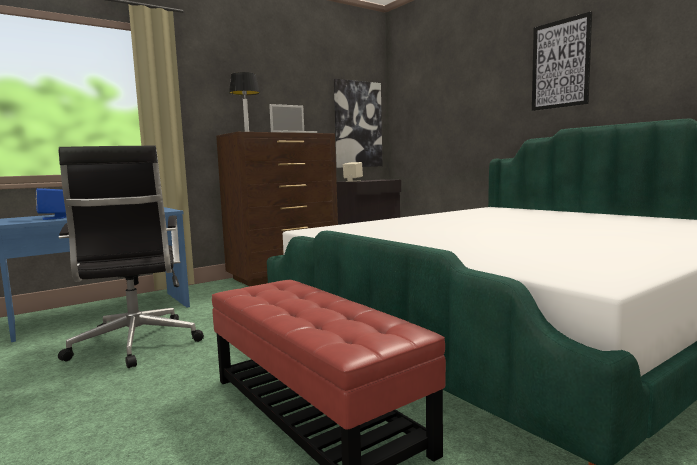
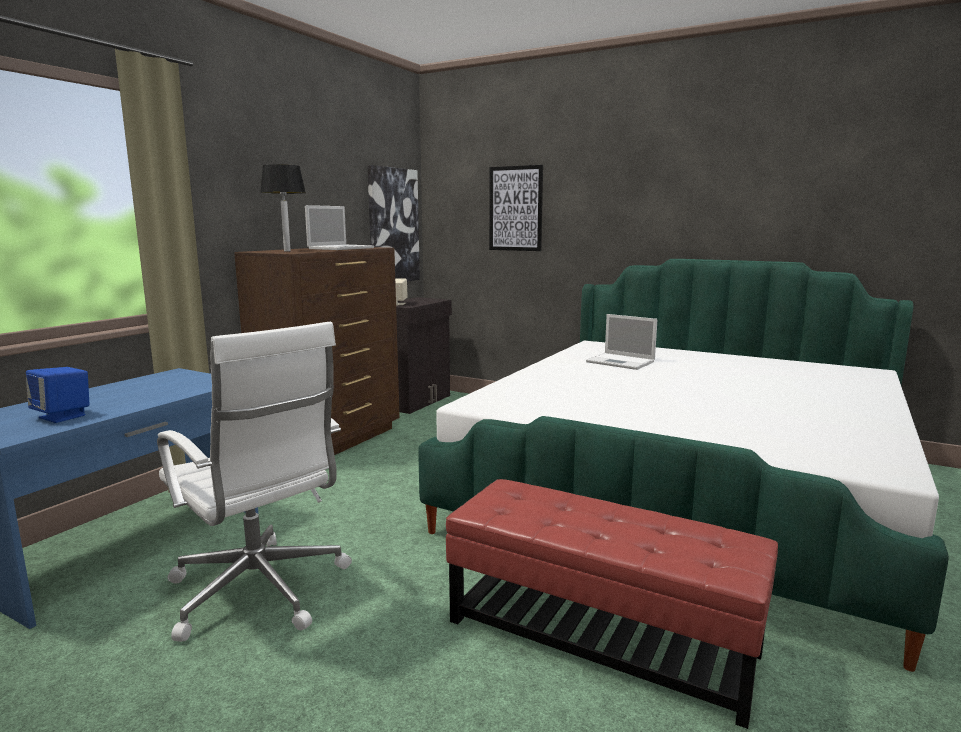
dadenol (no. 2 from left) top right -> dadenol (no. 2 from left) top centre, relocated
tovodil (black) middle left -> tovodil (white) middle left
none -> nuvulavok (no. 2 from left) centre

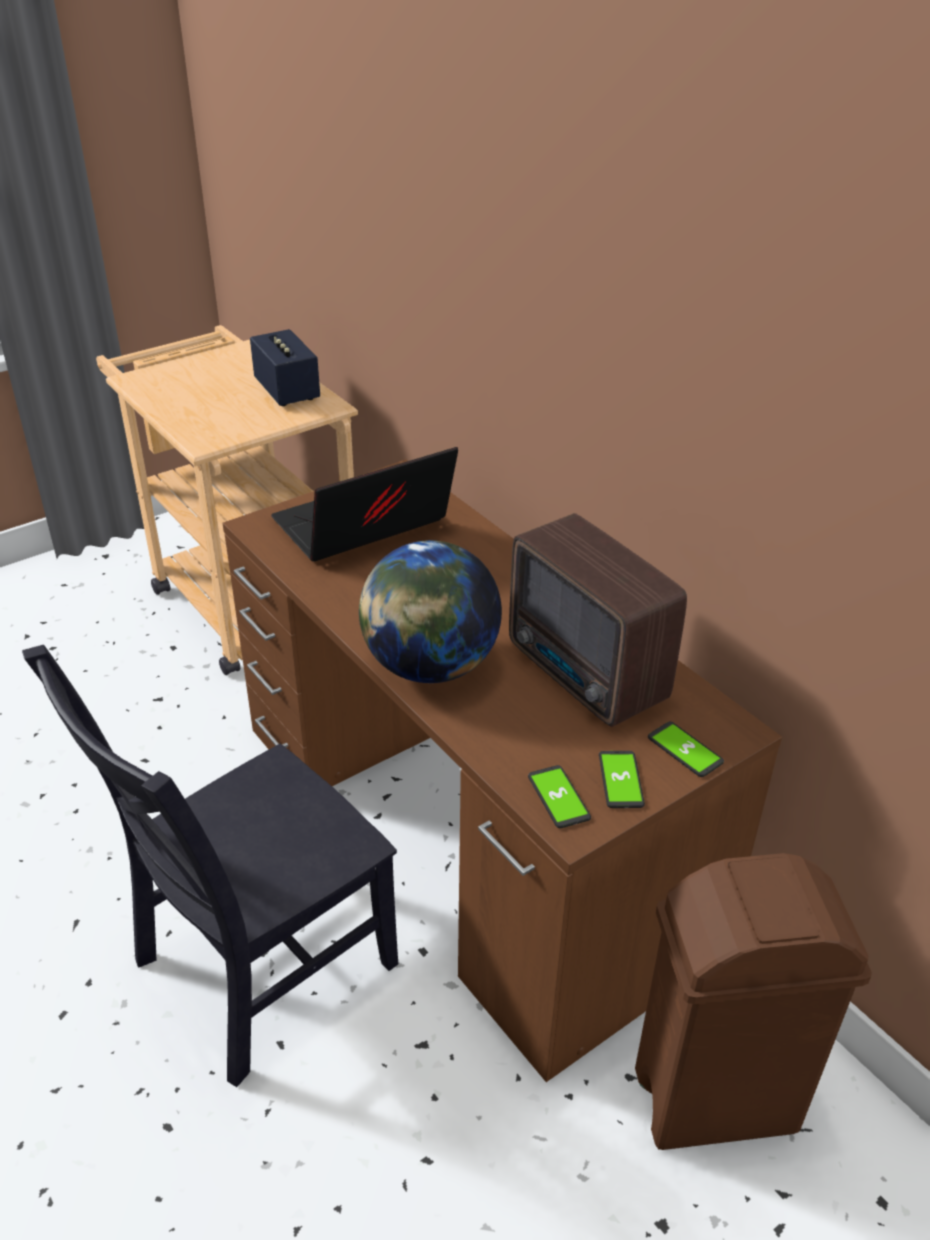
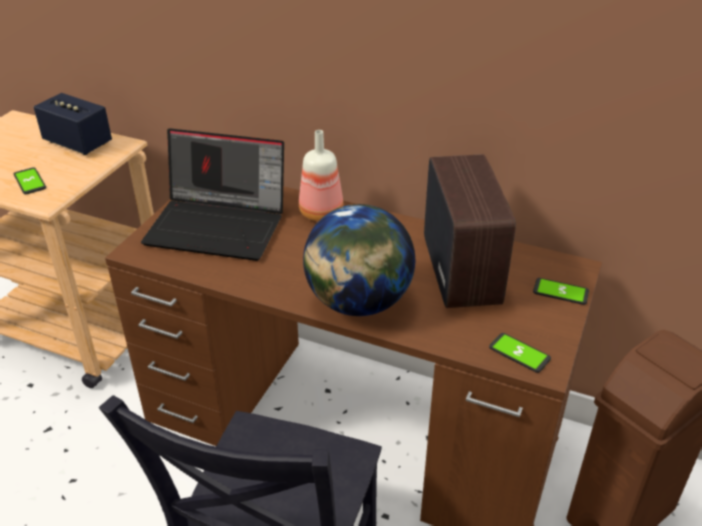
nuvulavok centre -> nuvulavok middle left, 105 degrees counterclockwise
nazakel centre -> nazakel middle right, 120 degrees counterclockwise
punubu (no. 2 from left in the first image) middle right -> punubu (no. 1 from left) middle left, relocated
none -> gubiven top centre

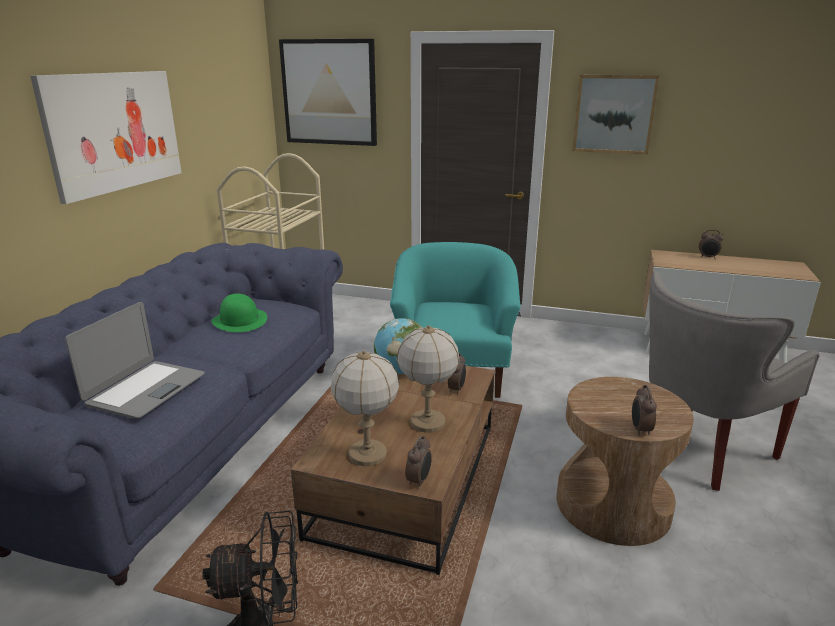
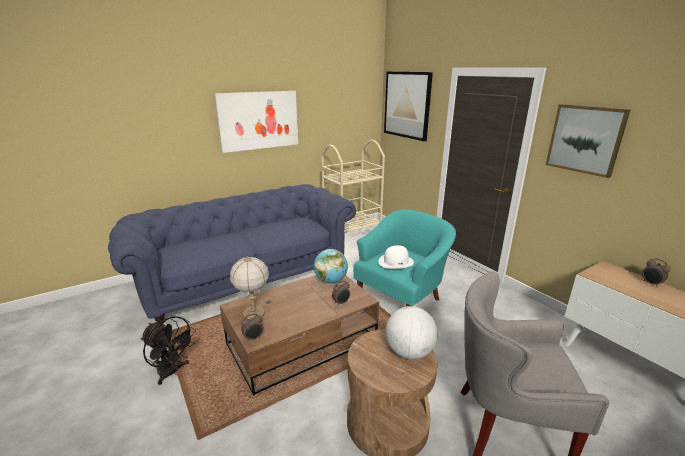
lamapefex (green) middle left -> none
nuvulavok middle left -> none
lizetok (no. 2 from left) centre -> none
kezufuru (no. 3 from left) middle right -> none
none -> lamapefex (white) centre
none -> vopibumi (no. 2 from left) bottom centre

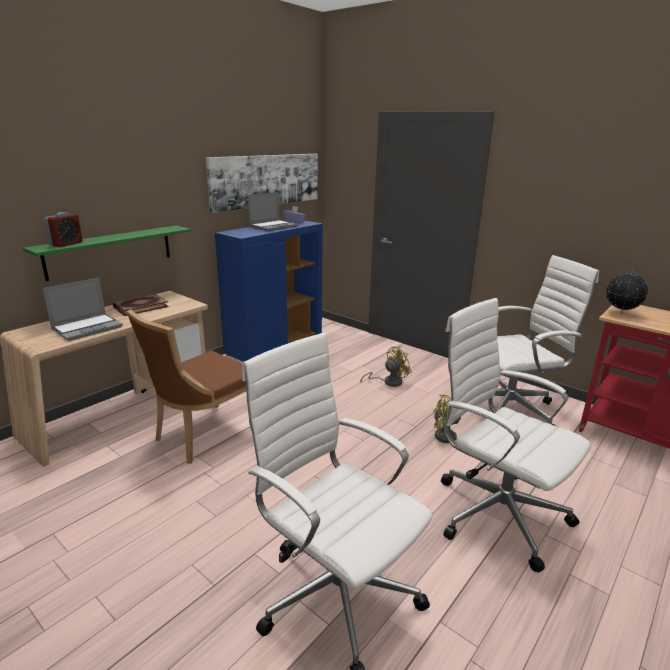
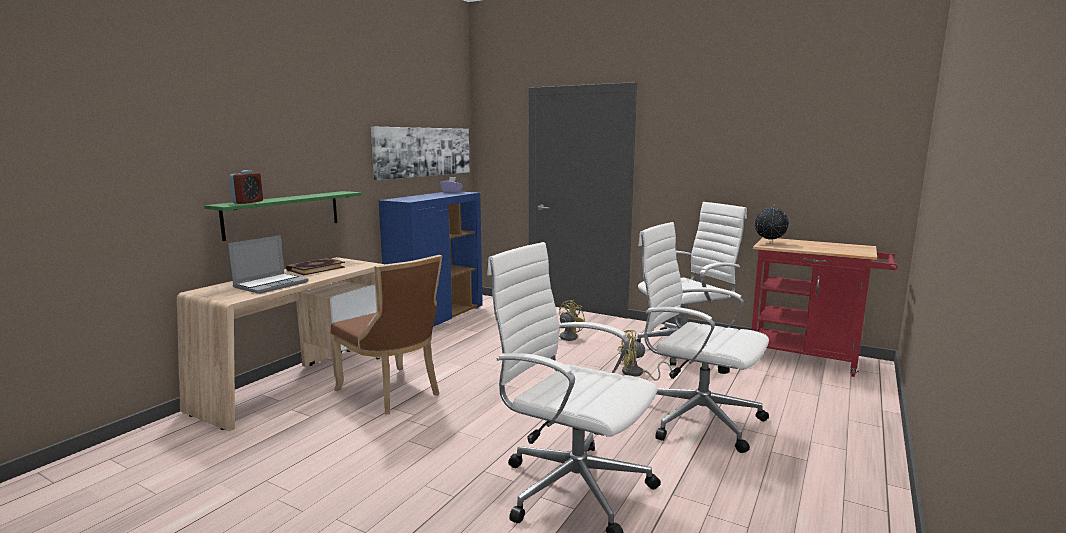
nuvulavok (no. 2 from left) top centre -> none
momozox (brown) middle left -> momozox (brown) centre, 75 degrees counterclockwise

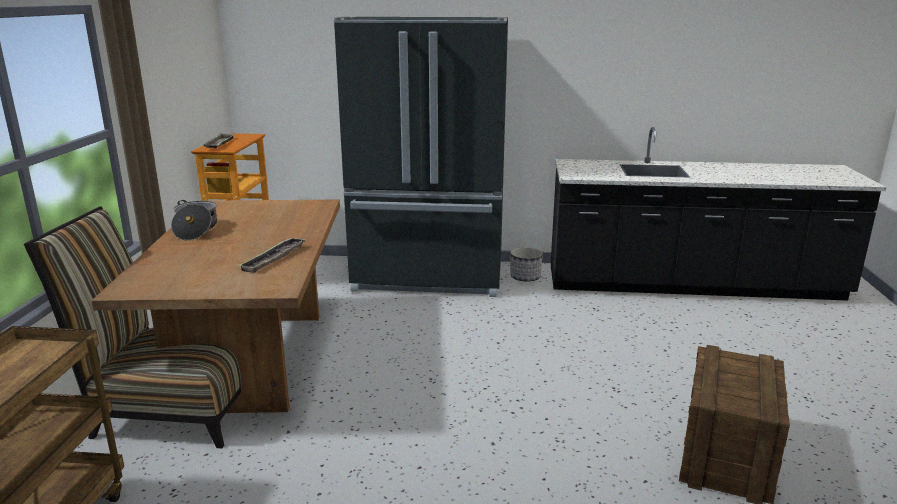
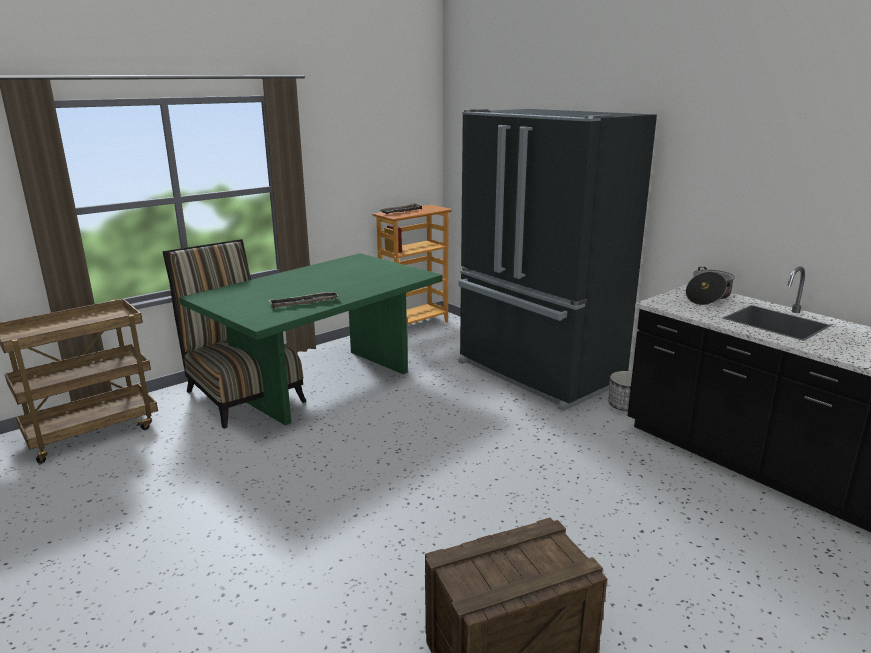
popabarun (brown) middle left -> popabarun (green) centre
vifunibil middle left -> vifunibil middle right, relocated

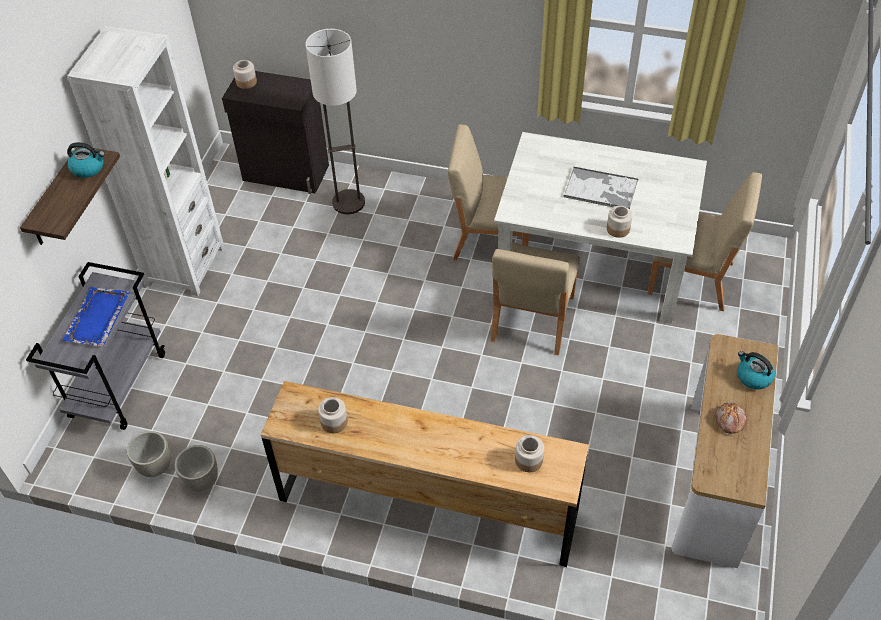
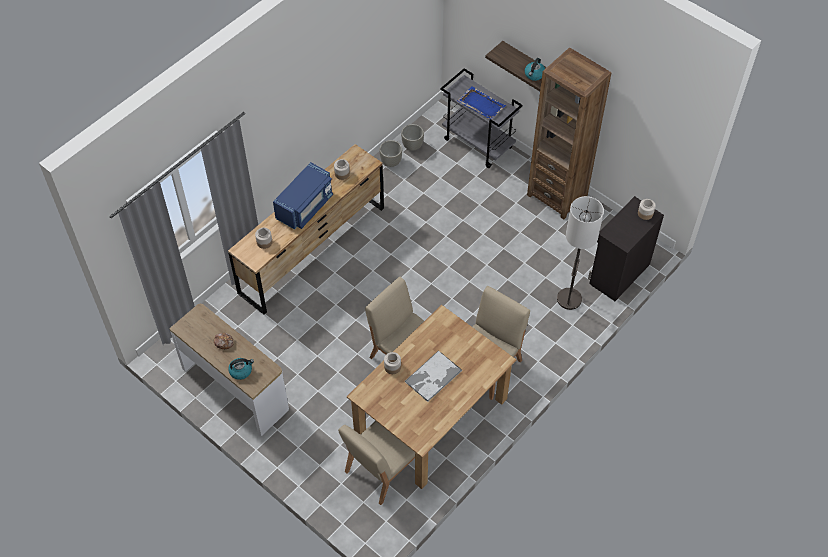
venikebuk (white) top left -> venikebuk (brown) top right
popabarun (white) middle right -> popabarun (brown) bottom centre
none -> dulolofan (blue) centre

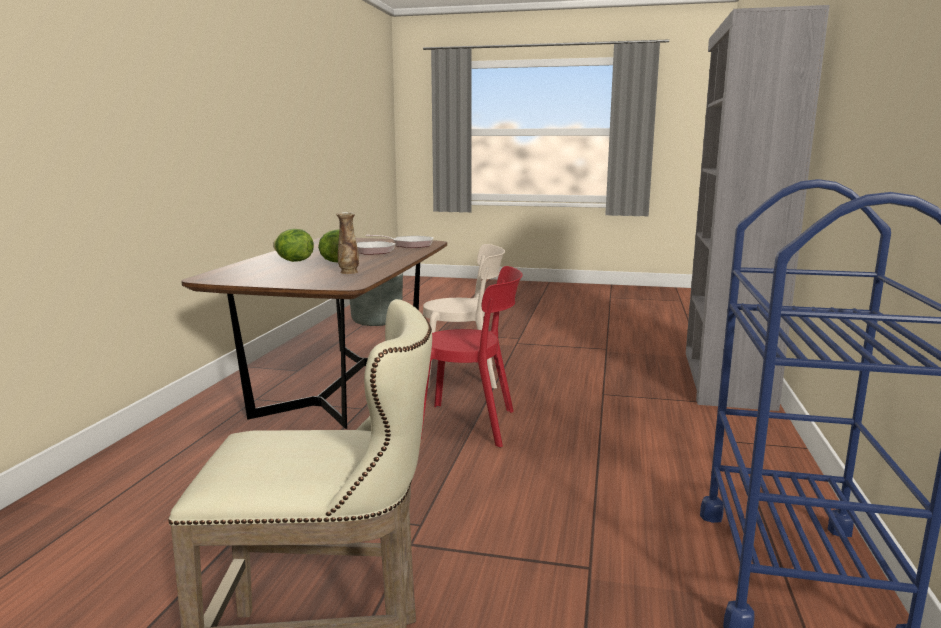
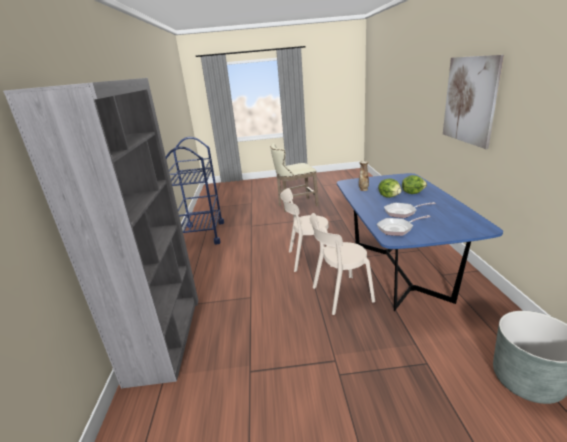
popabarun (brown) centre -> popabarun (blue) middle right
momozox (red) centre -> momozox (beige) (no. 1 from left) centre
none -> dadenol top right

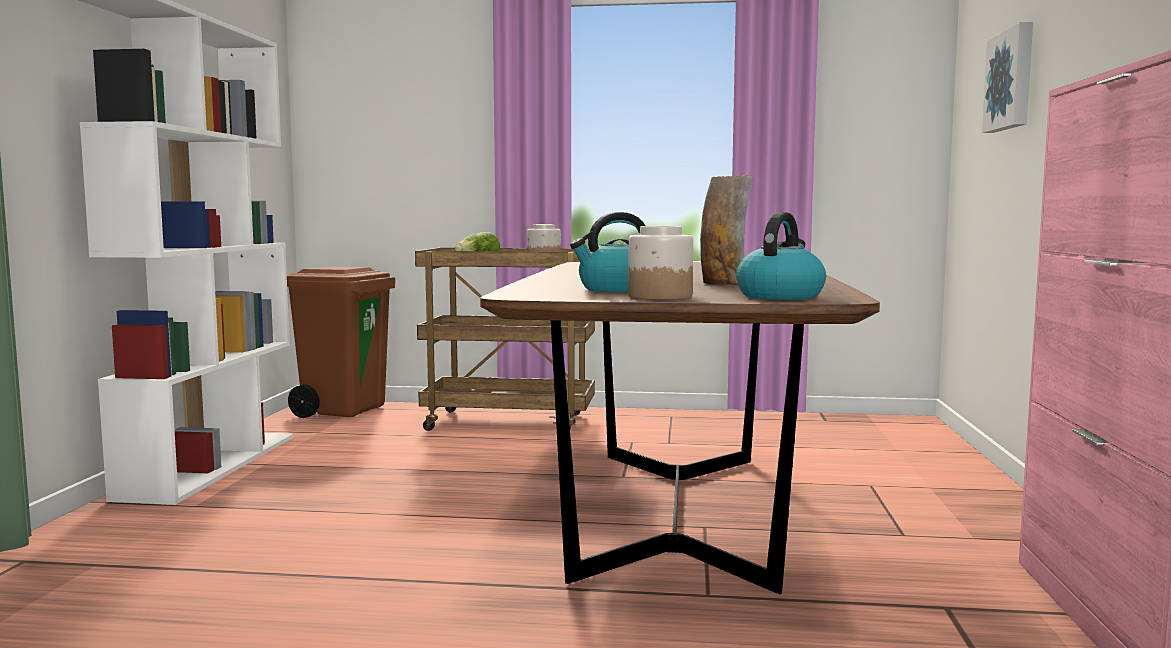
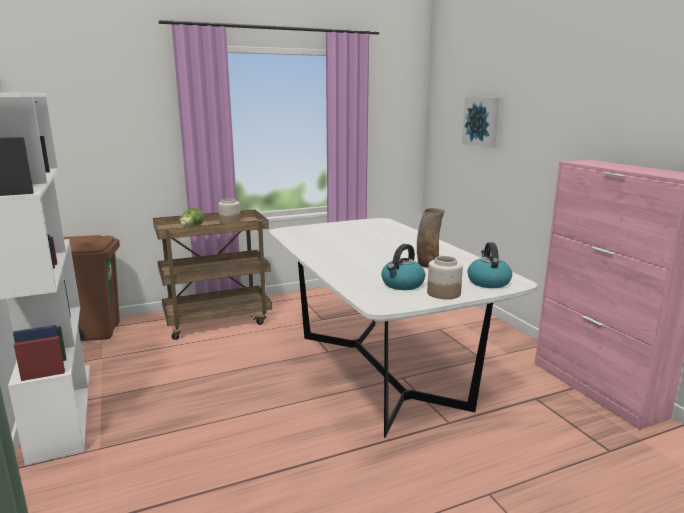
popabarun (brown) centre -> popabarun (white) centre

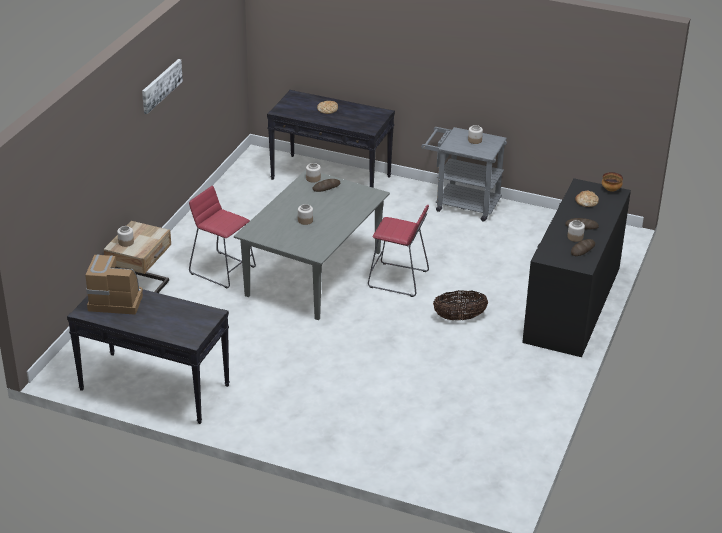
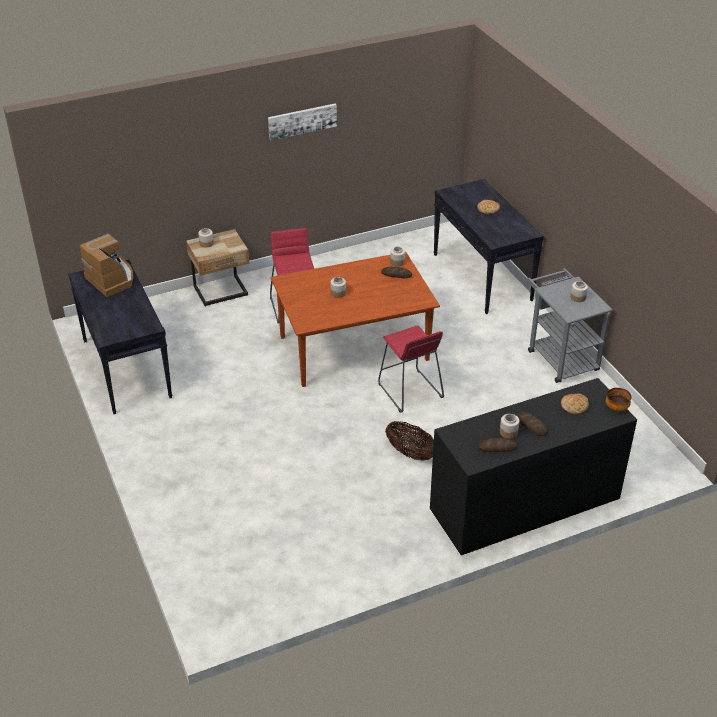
popabarun (grey) centre -> popabarun (brown) centre

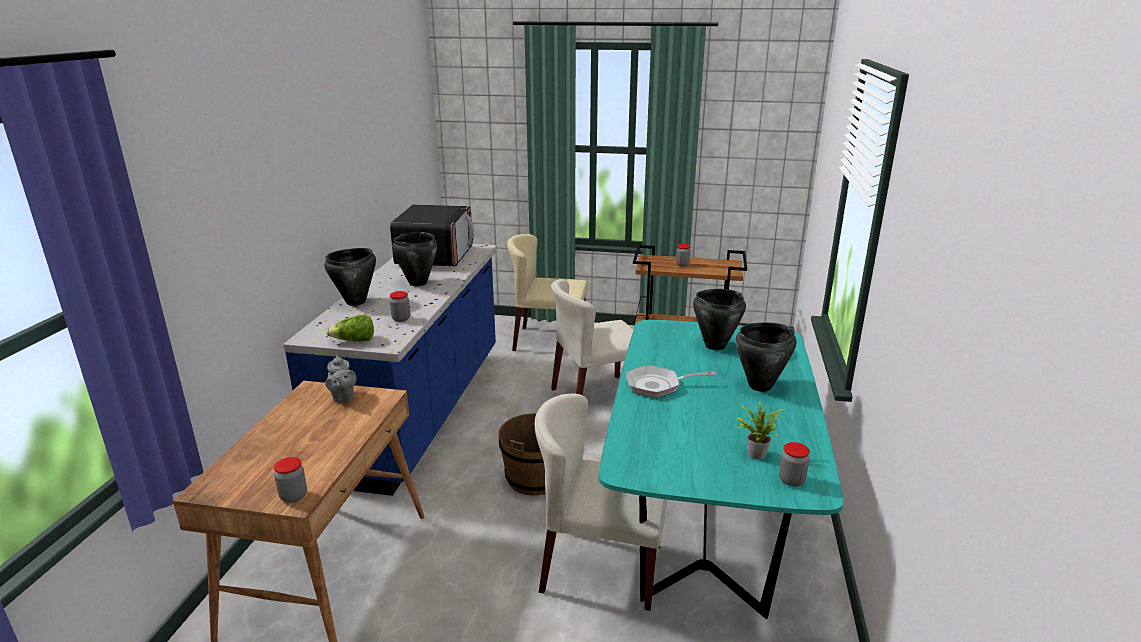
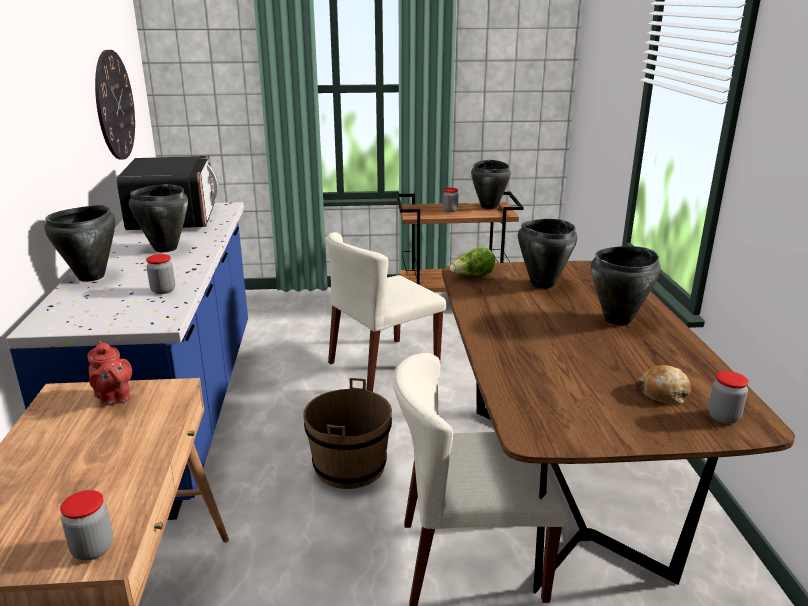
momozox (beige) (no. 1 from left) centre -> none
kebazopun middle left -> kebazopun centre, relocated
popabarun (turquoise) bottom centre -> popabarun (brown) bottom right
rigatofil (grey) middle left -> rigatofil (red) middle left
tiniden centre -> none
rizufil bottom centre -> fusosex middle right
none -> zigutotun top left
none -> vifunibil (black) (no. 3 from left) top centre

